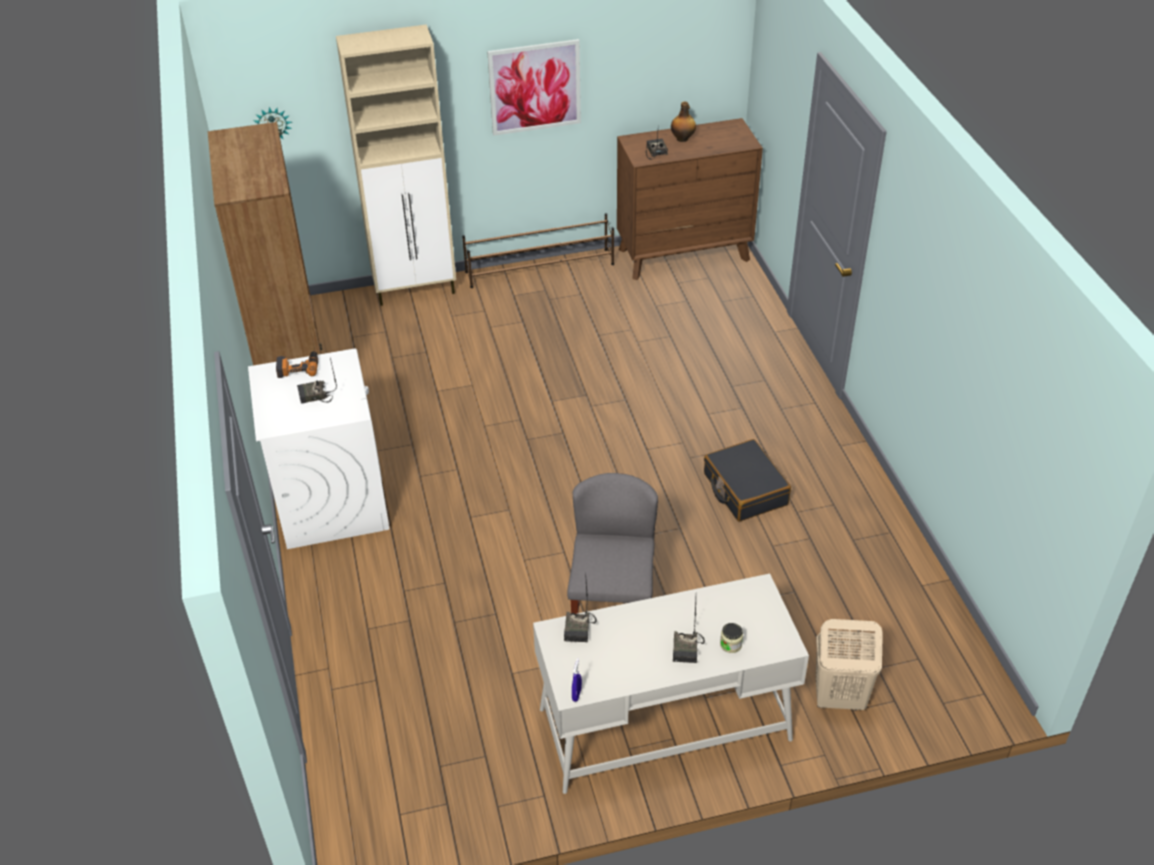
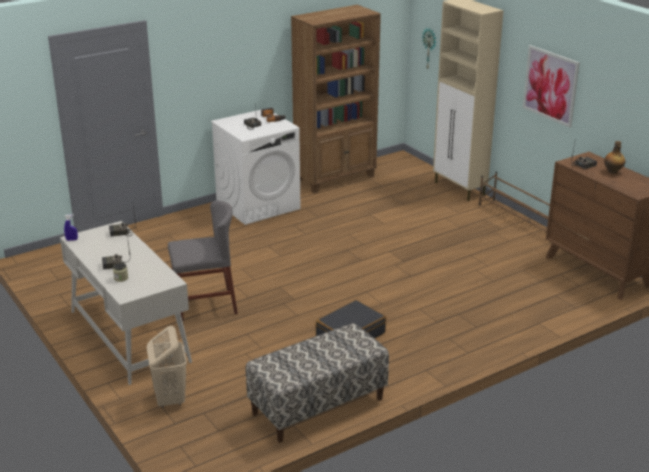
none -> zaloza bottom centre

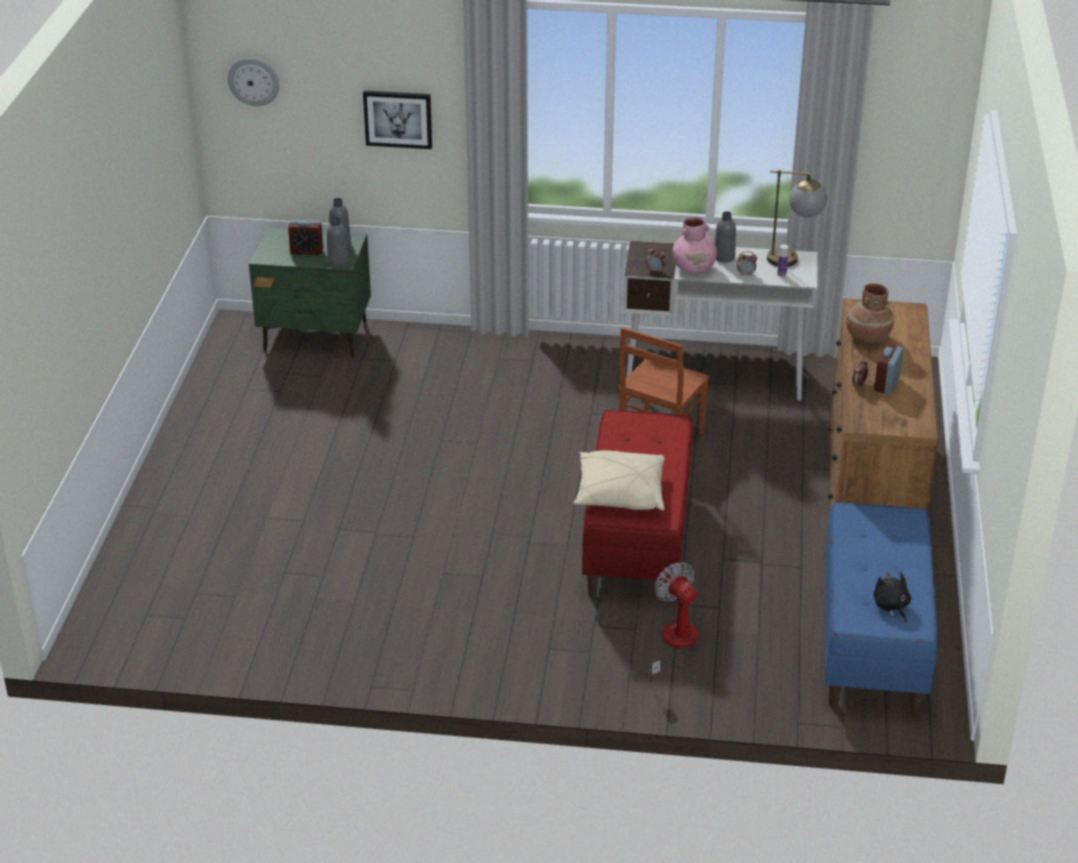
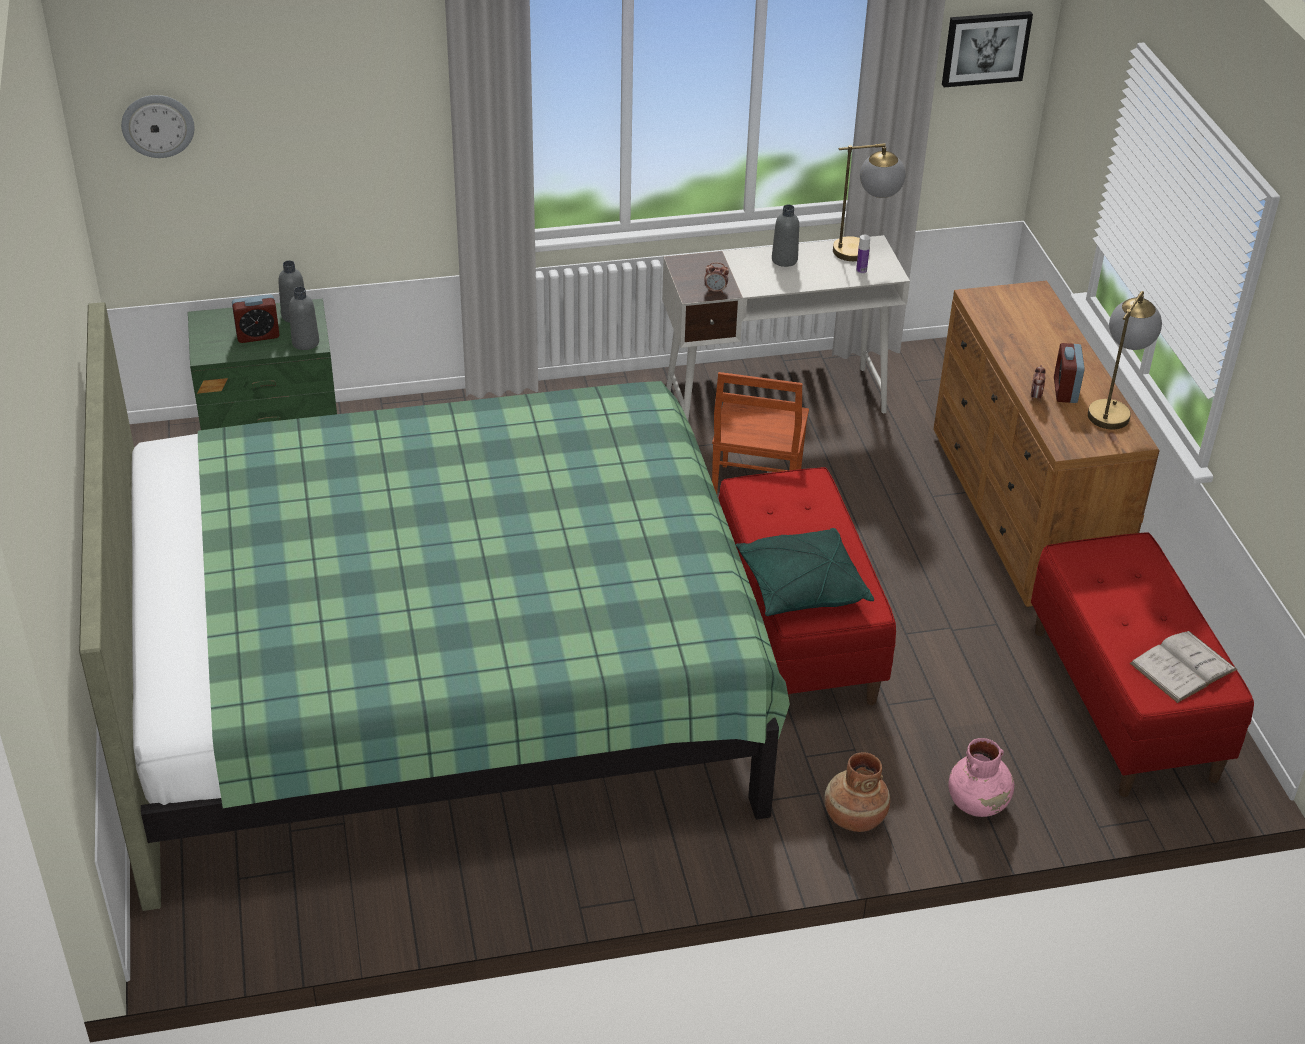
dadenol top centre -> dadenol top right, relocated
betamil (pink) top centre -> betamil (pink) bottom right, relocated
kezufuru (no. 3 from left) top right -> none
betamil (brown) middle right -> betamil (brown) bottom centre, relocated
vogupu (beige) centre -> vogupu (green) centre
zaloza (blue) bottom right -> zaloza (red) (no. 2 from left) middle right
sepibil bottom centre -> none
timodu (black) bottom right -> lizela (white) middle right
none -> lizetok (no. 2 from left) middle right
none -> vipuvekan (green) middle left

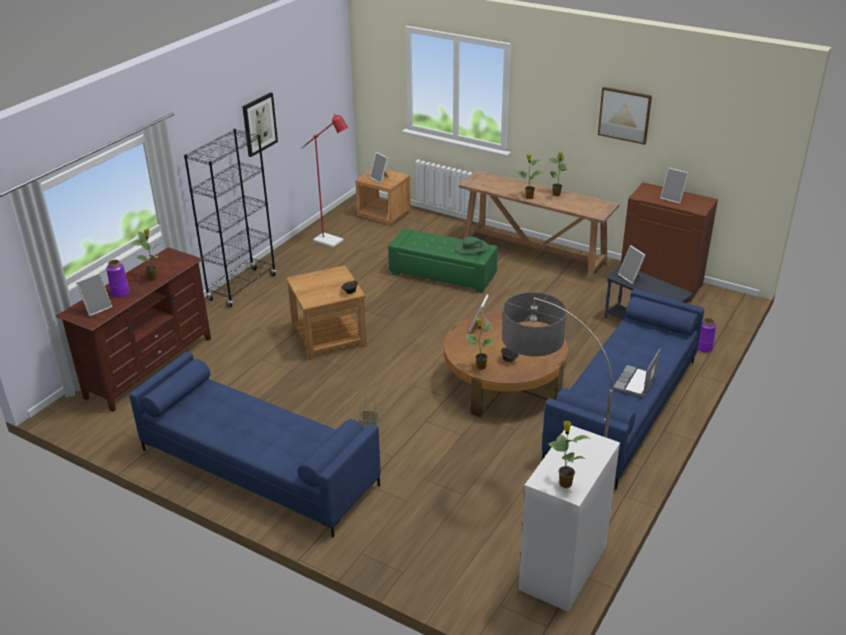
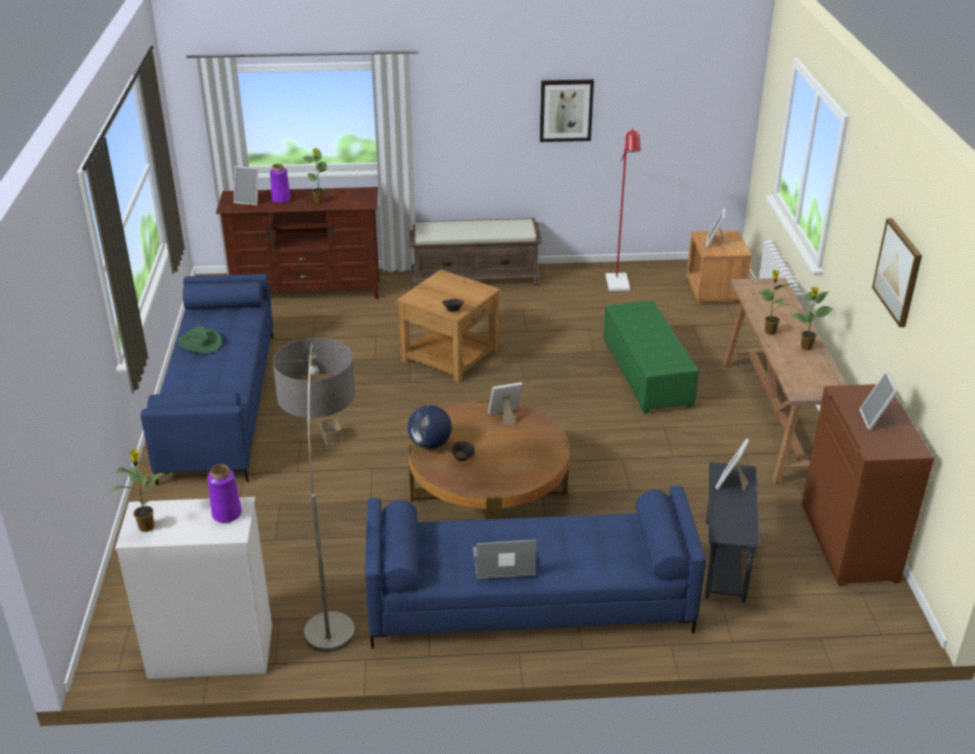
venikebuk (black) middle left -> zaloza (brown) centre
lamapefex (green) centre -> lamapefex (green) middle left, relocated
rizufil (no. 2 from left) centre -> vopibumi centre
betamil (purple) (no. 2 from left in the first image) middle right -> betamil (purple) (no. 1 from left) middle left, relocated

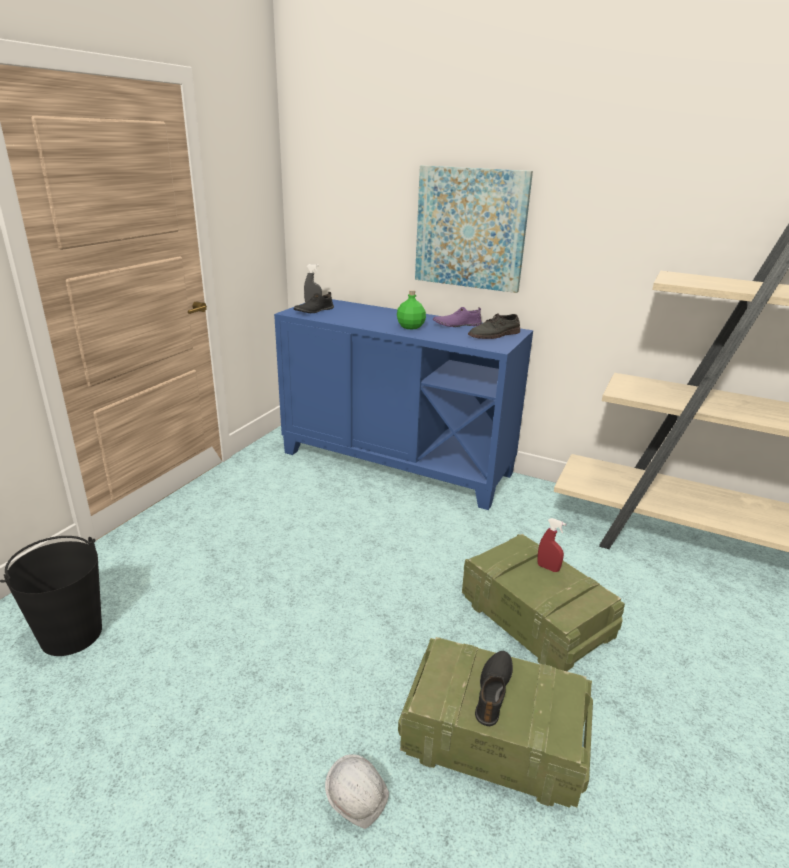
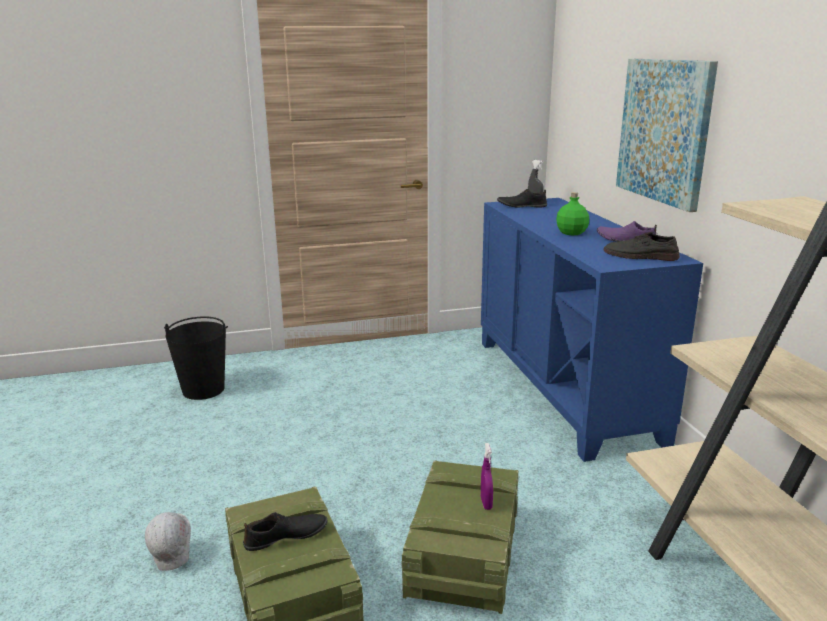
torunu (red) middle right -> torunu (purple) bottom centre

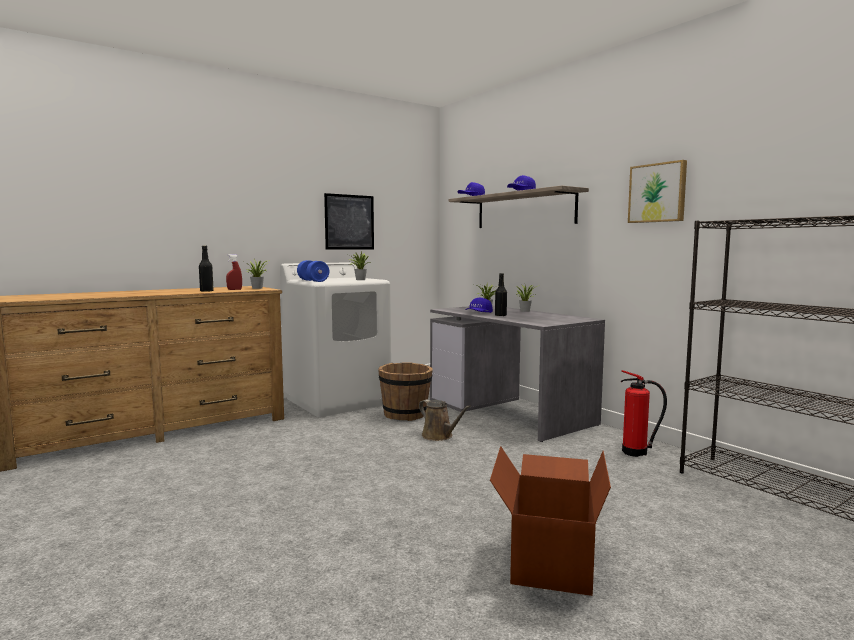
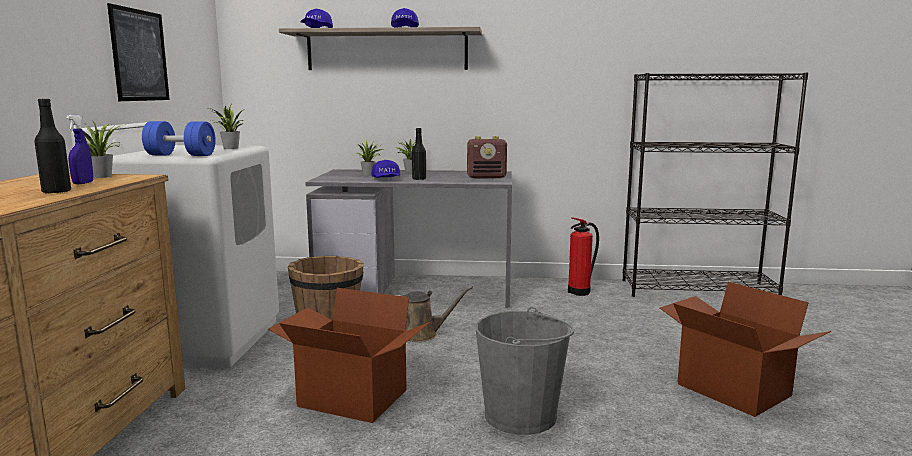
dadenol (no. 2 from left) top right -> none
torunu (red) middle left -> torunu (blue) top left
none -> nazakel centre
none -> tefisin (no. 1 from left) bottom centre
none -> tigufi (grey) bottom centre

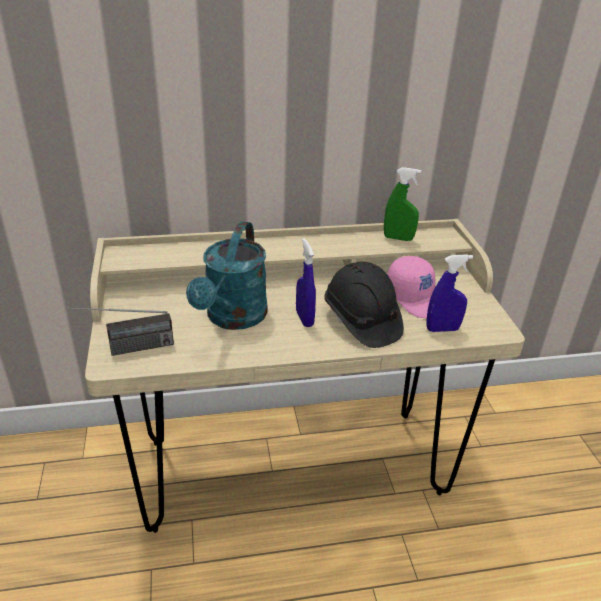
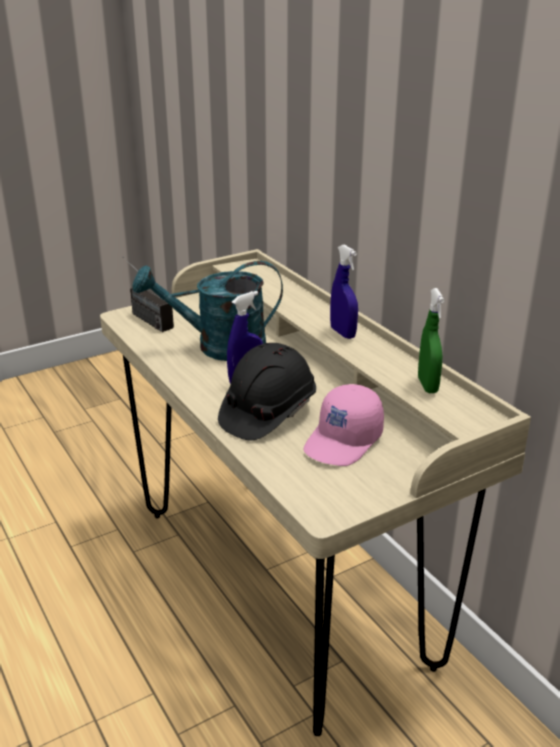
torunu (blue) (no. 2 from left) middle right -> torunu (blue) (no. 2 from left) centre, relocated

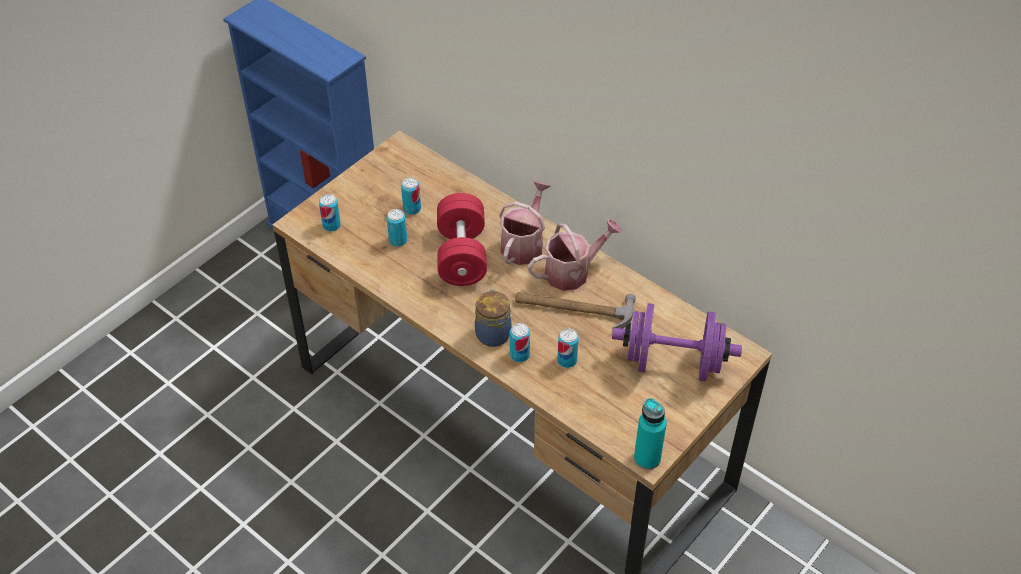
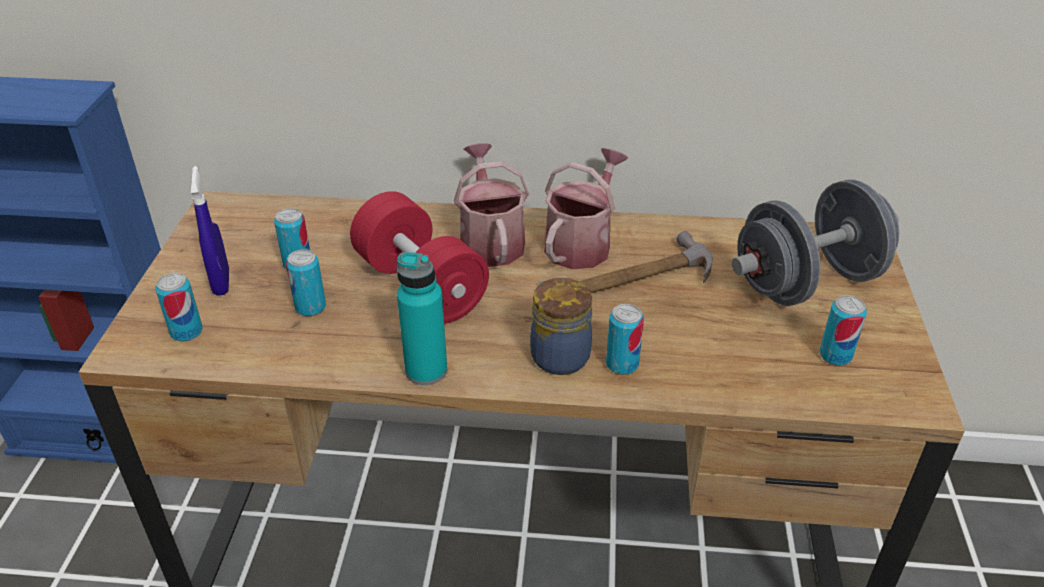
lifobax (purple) centre -> lifobax (grey) middle right
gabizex (no. 5 from left) centre -> gabizex (no. 5 from left) middle right, relocated
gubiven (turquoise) bottom centre -> gubiven (turquoise) centre, relocated
none -> torunu (blue) middle left

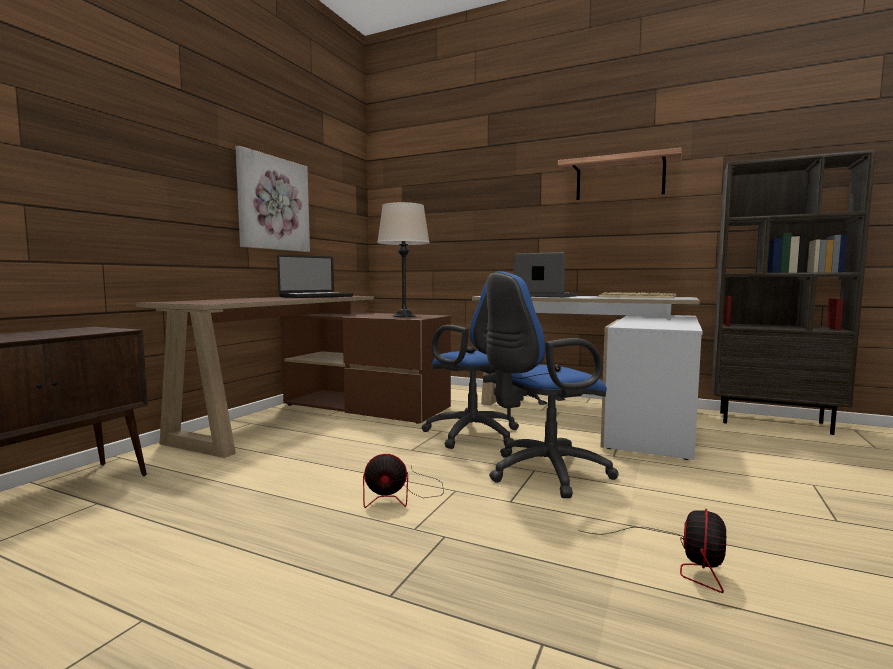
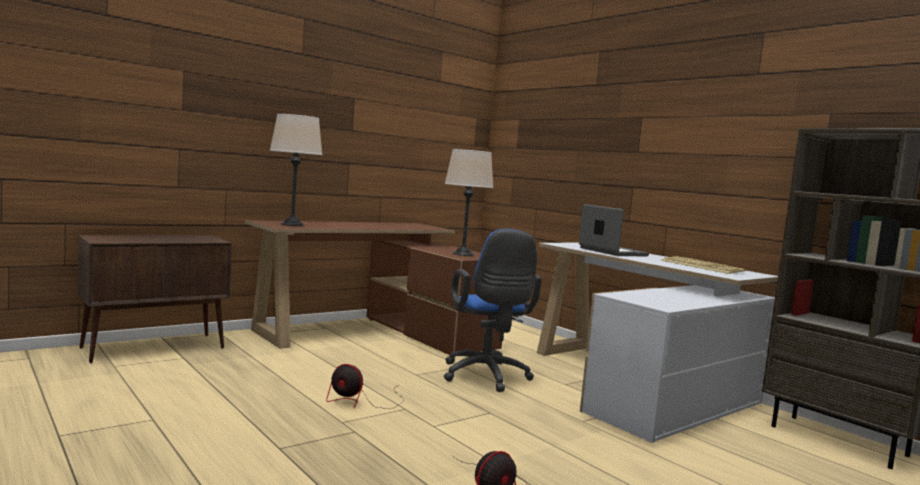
dadenol top left -> none
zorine top right -> none
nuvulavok (no. 1 from left) centre -> none
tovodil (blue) (no. 2 from left) centre -> none
none -> lizetok (beige) (no. 1 from left) middle left

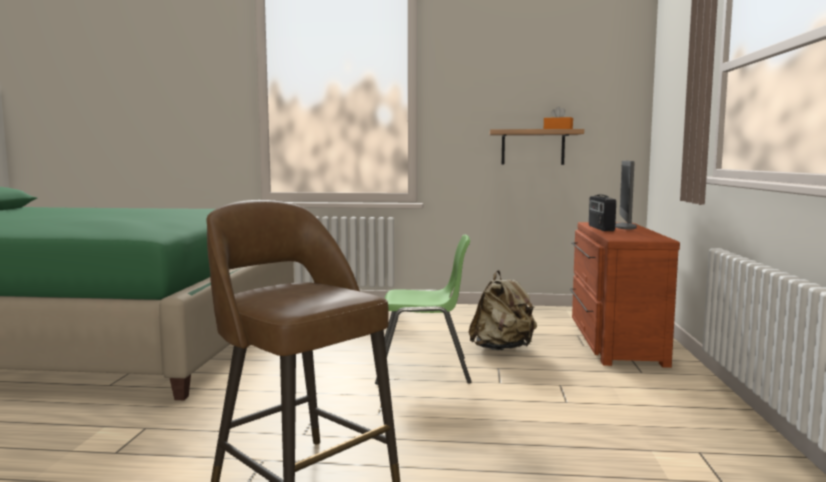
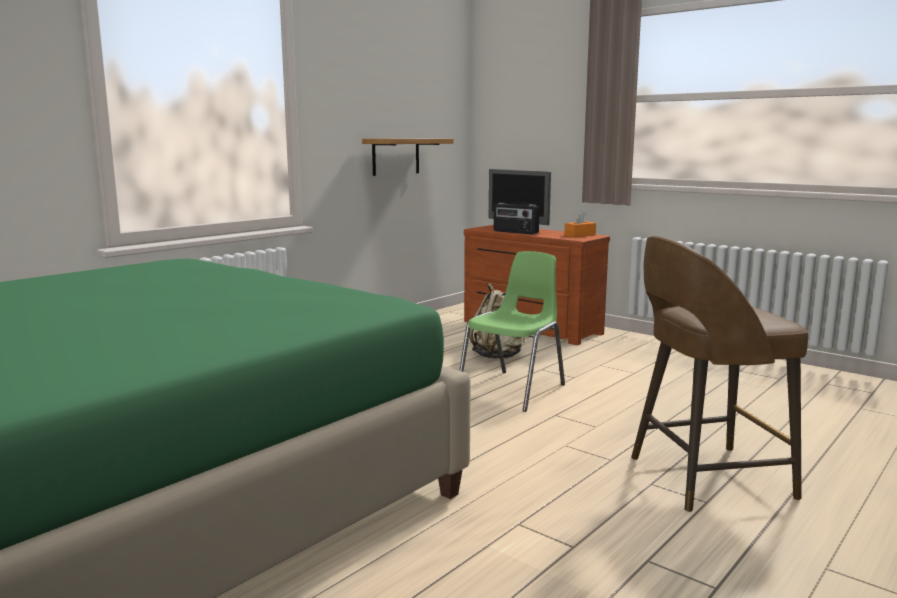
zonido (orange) top right -> zonido (orange) centre, relocated

